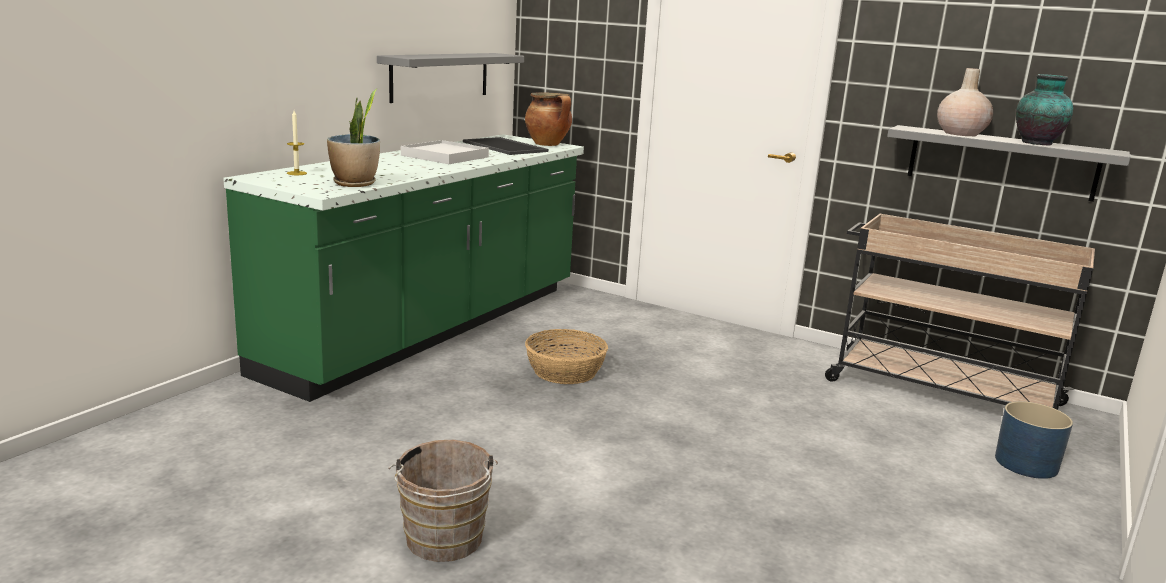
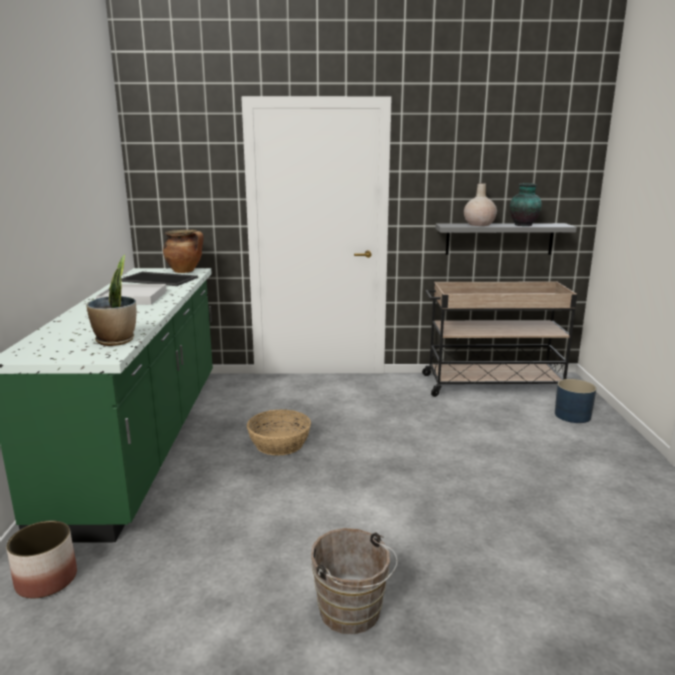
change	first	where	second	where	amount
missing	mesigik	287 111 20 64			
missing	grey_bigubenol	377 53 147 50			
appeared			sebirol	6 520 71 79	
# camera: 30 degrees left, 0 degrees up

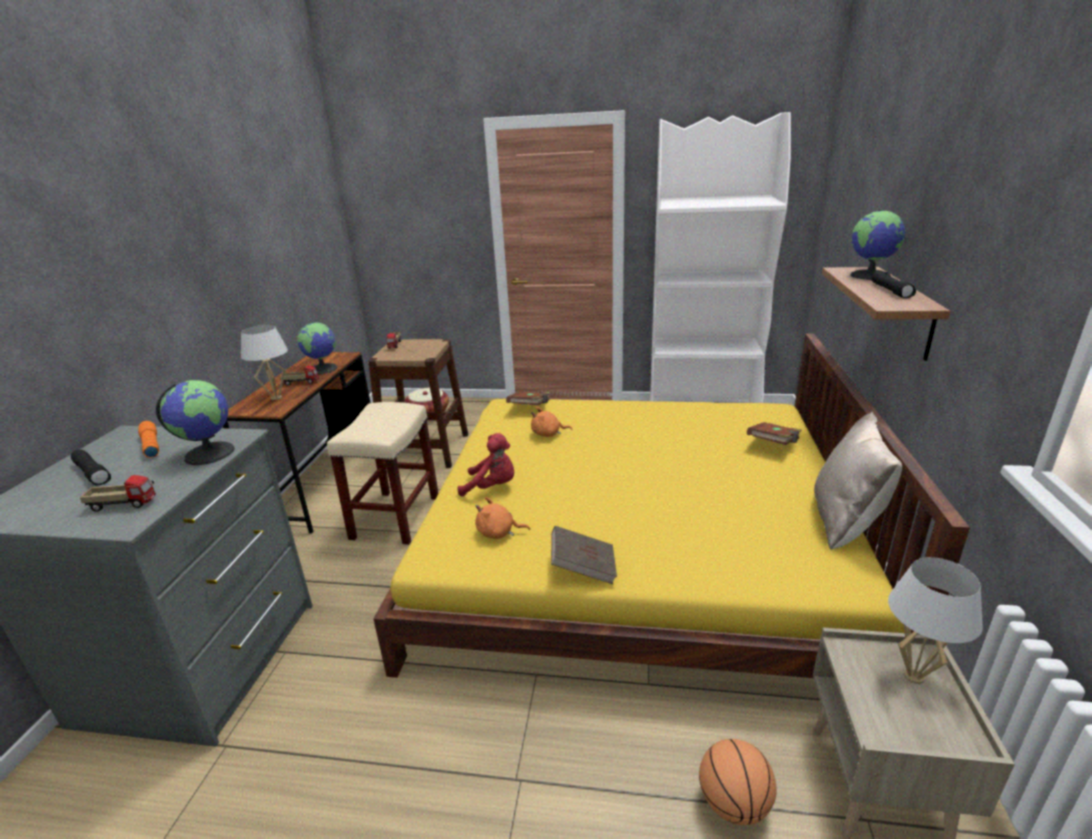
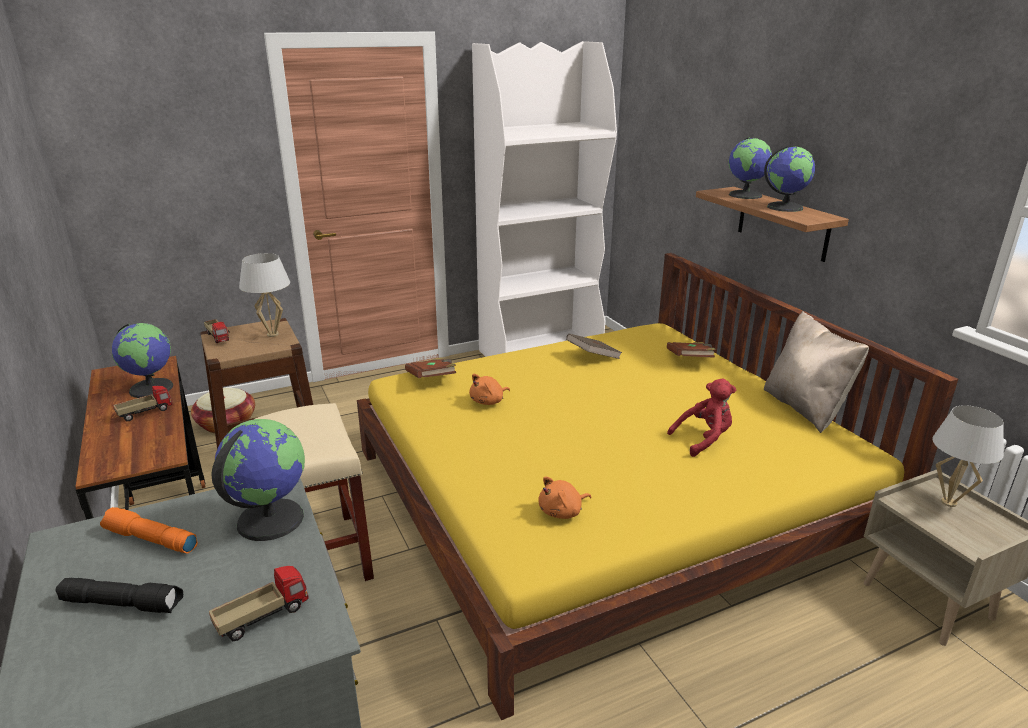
change	first	where	second	where	amount
relocated	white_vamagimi	241 325 47 75		239 253 51 84	
relocated	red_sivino	457 433 57 63		667 379 69 78	
relocated	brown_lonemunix	551 526 66 58		566 334 56 25	
missing	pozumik	699 739 78 86			
exchanged	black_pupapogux	871 272 45 26	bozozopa	764 146 51 66	
# camera: 35 degrees left, 0 degrees up

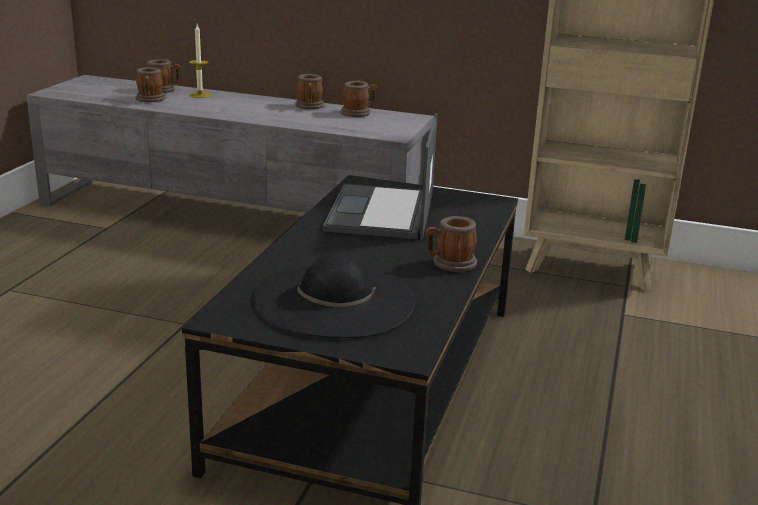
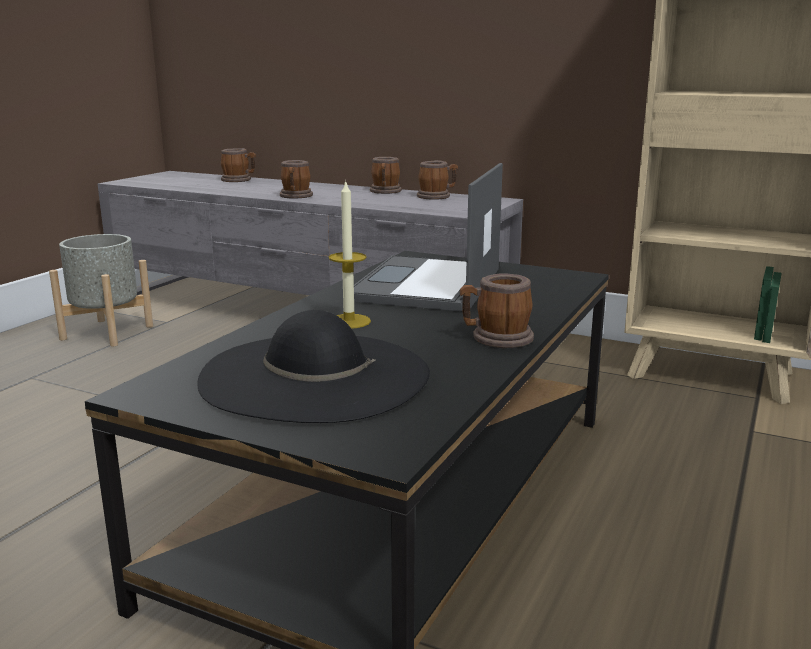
change	first	where	second	where	amount
relocated	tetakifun	136 67 29 35		280 160 33 38	
relocated	mesigik	189 25 22 73		329 180 42 149	
appeared			grey_sebirol	49 234 104 113	
# camera: 10 degrees right, 5 degrees down

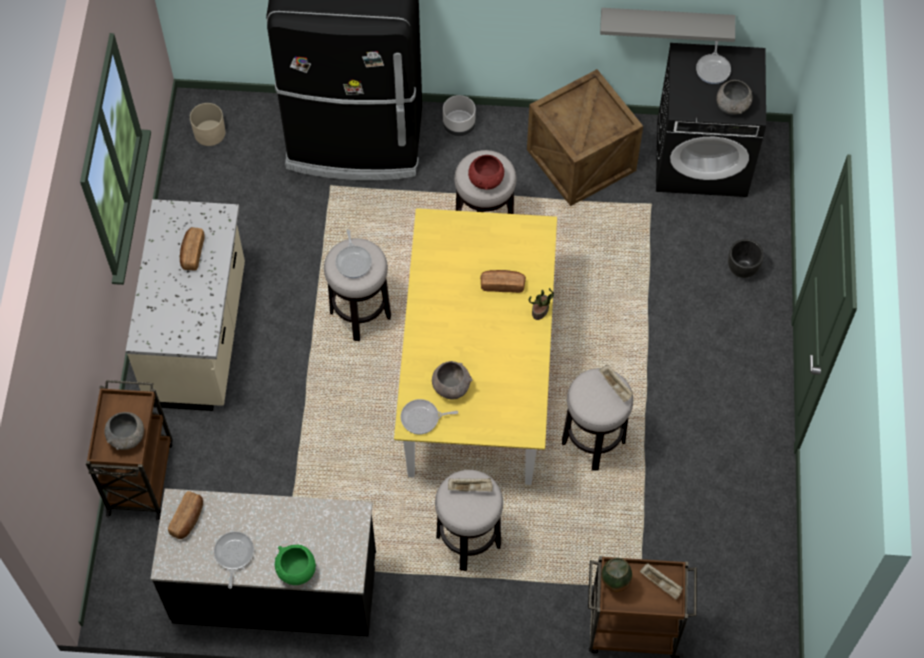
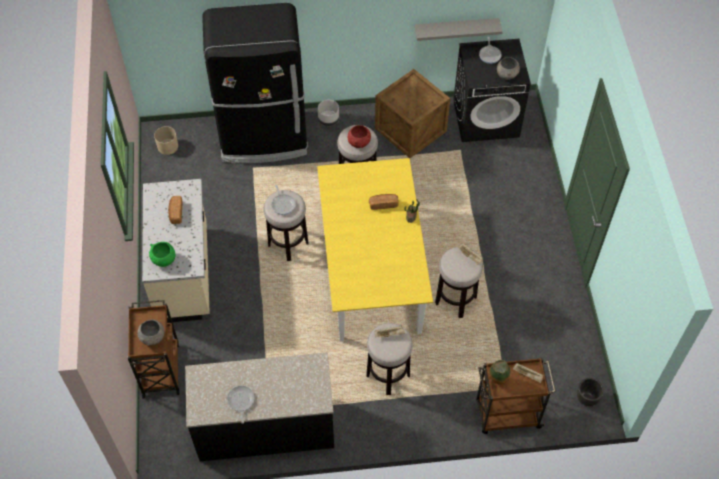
change	first	where	second	where	amount
missing	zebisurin	168 491 35 48			
relocated	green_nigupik	275 545 41 40		149 242 26 25	
missing	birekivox	401 399 57 35			
missing	grey_nigupik	432 361 40 39			
relocated	black_sebirol	728 239 36 39		577 378 27 28	
# camera: 10 degrees left, 5 degrees down

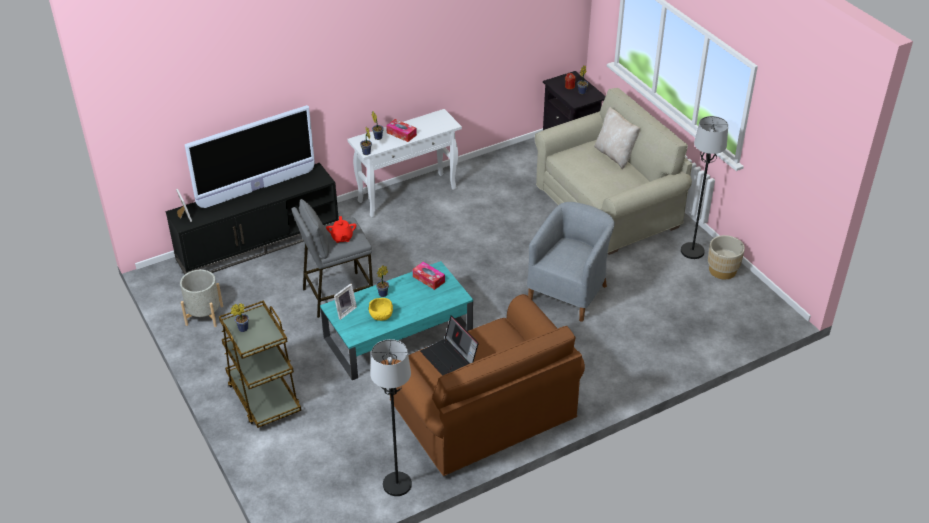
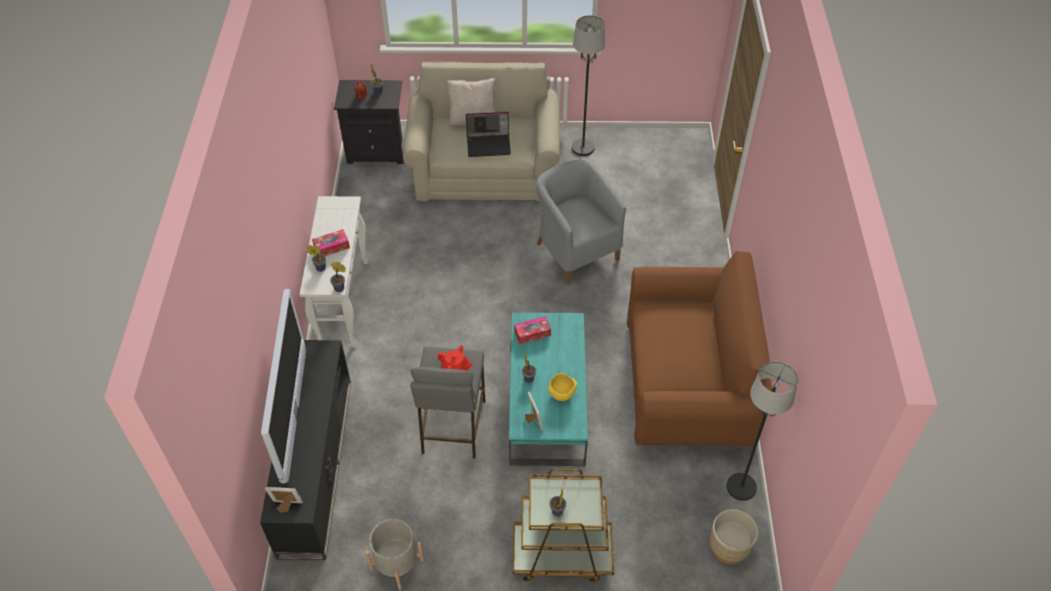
change	first	where	second	where	amount
relocated	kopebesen	420 315 59 61		466 112 45 45	
relocated	beige_sebirol	708 235 37 44		710 509 48 55	
# camera: 60 degrees left, 10 degrees up

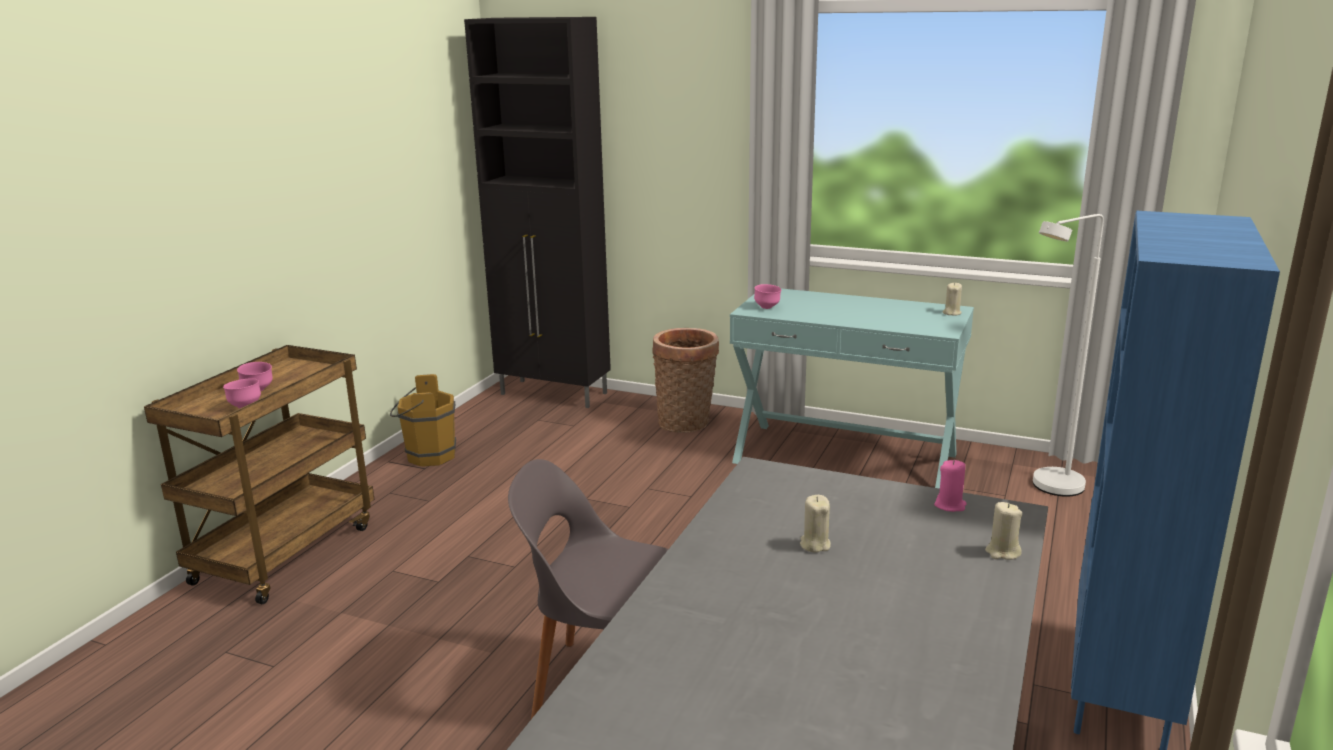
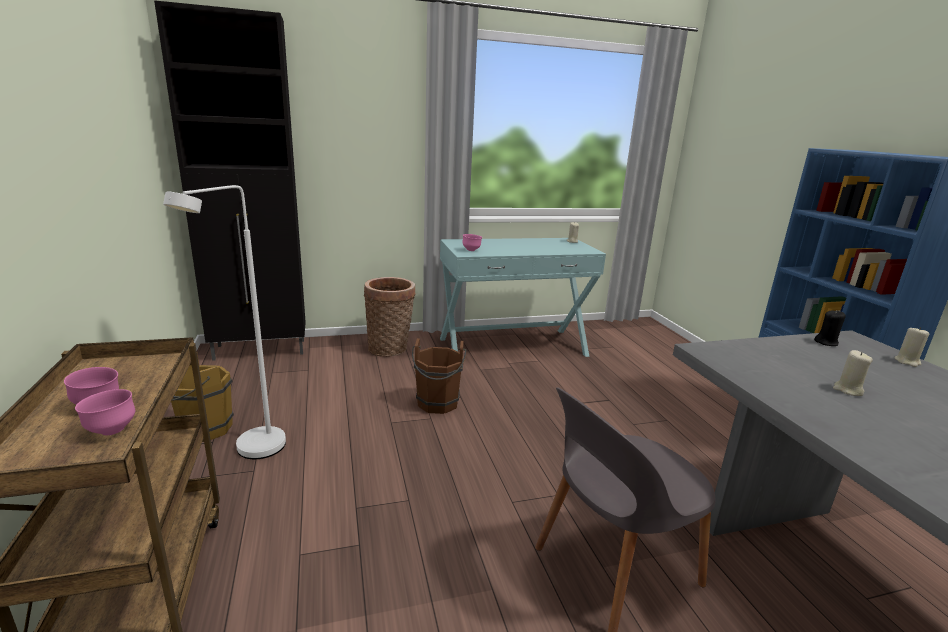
change	first	where	second	where	amount
colour	pink_mesigik	934 460 33 52	black_mesigik	814 310 32 36	
relocated	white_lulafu	1033 214 71 283		163 185 123 274	
appeared			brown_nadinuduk	412 338 54 76	
# camera: 40 degrees left, 0 degrees up

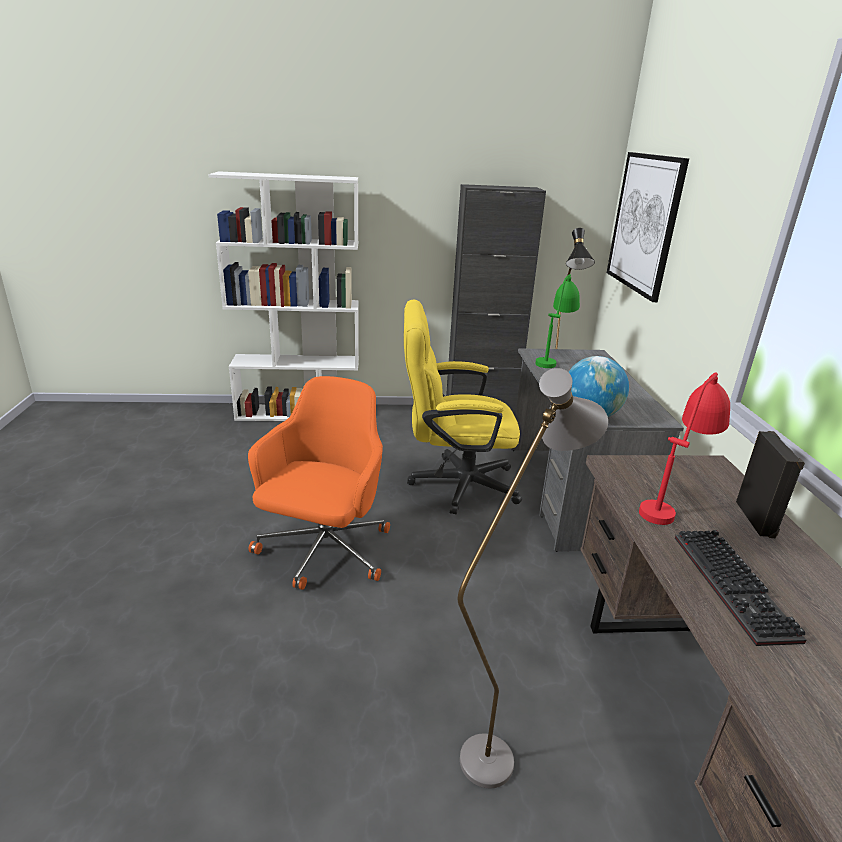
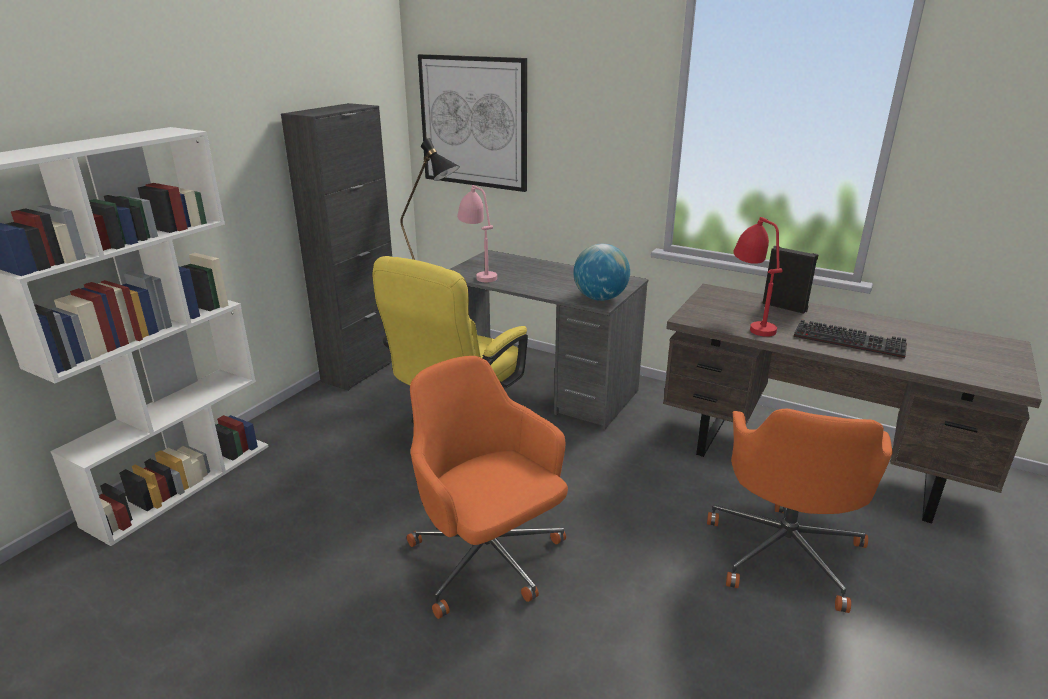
change	first	where	second	where	amount
exchanged	grey_lulafu	458 368 150 421	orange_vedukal	707 409 186 204	
colour	green_vamagimi	535 274 45 94	pink_vamagimi	457 185 40 97	
# camera: 55 degrees left, 0 degrees up

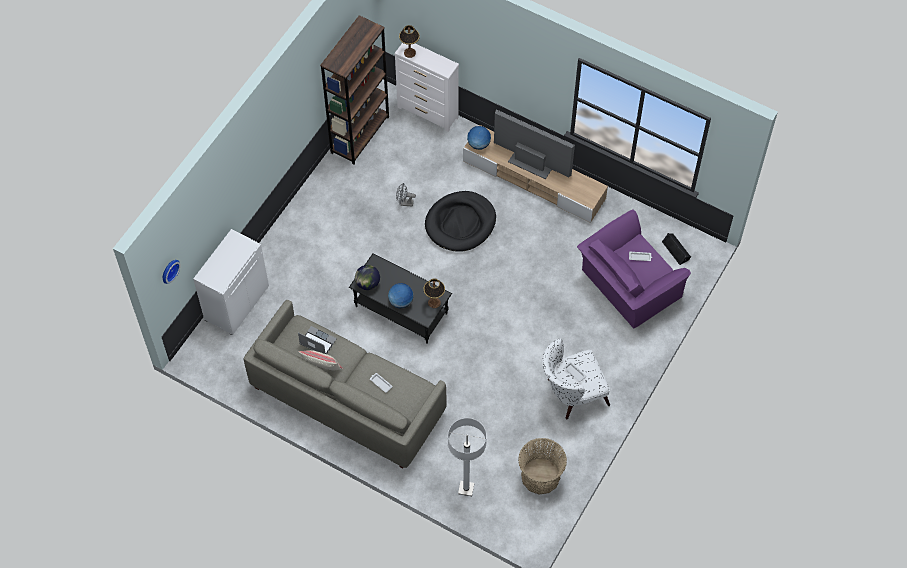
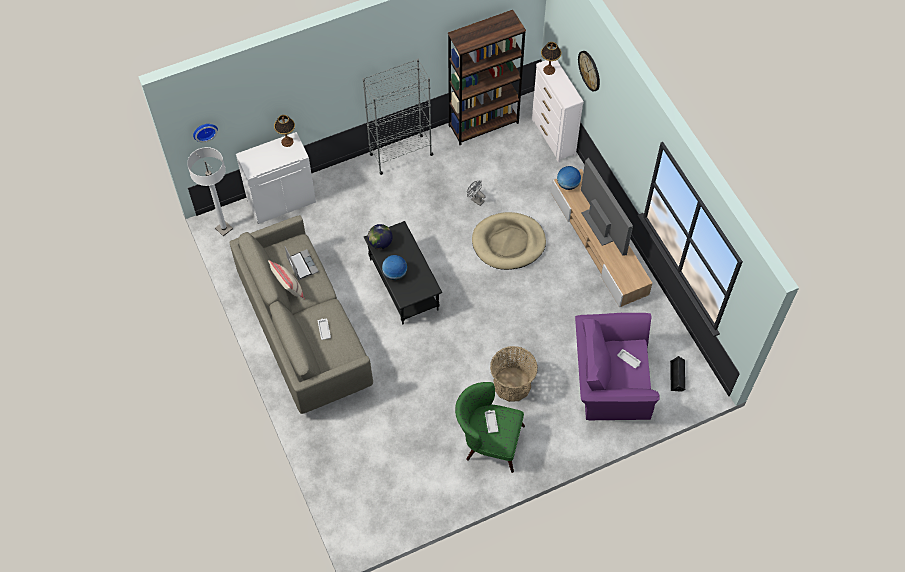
change	first	where	second	where	amount
relocated	vamagimi	424 278 21 30		274 115 21 32	
colour	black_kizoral	425 191 71 60	beige_kizoral	472 212 74 58	
relocated	white_lulafu	448 418 39 78		187 147 46 89	
relocated	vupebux	518 438 49 56		490 346 48 56	
colour	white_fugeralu	542 338 68 81	green_fugeralu	455 382 70 91	
appeared			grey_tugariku	363 58 70 117	
appeared			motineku	578 51 22 40	
# camera: 35 degrees right, 0 degrees up

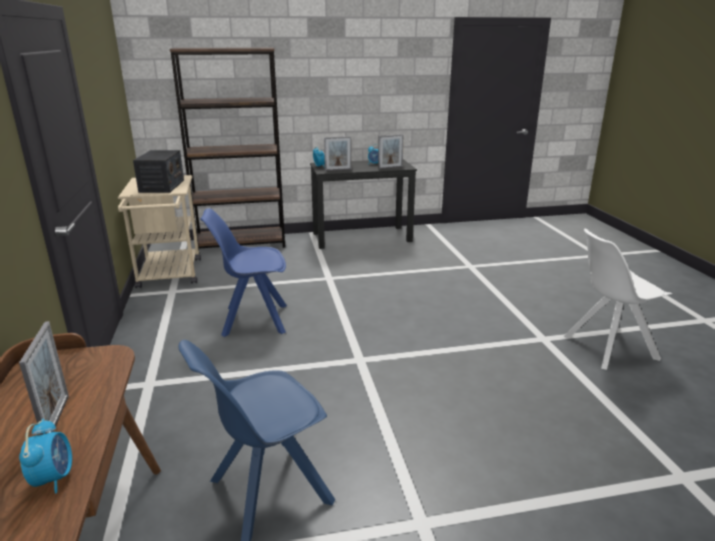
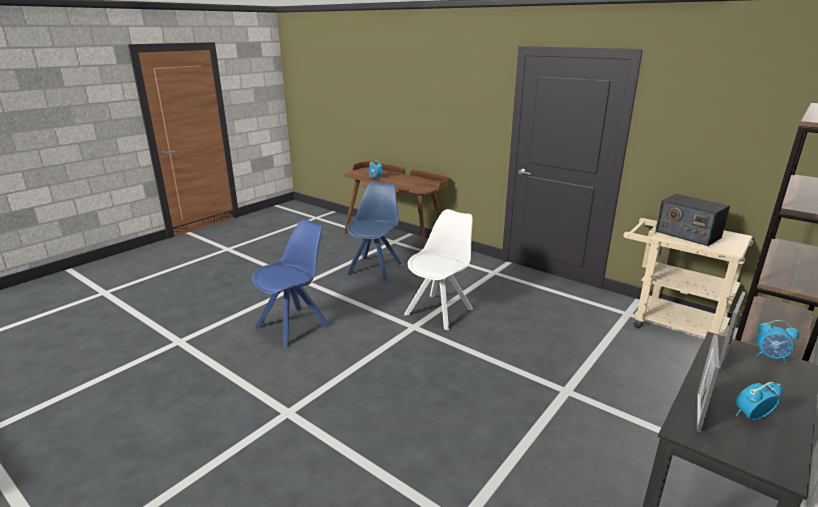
change	first	where	second	where	amount
missing	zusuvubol	19 321 50 114			
relocated	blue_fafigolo	200 208 87 129		252 219 78 128	
relocated	white_fafigolo	563 229 109 141		404 209 69 121	
# camera: 140 degrees right, 0 degrees up

